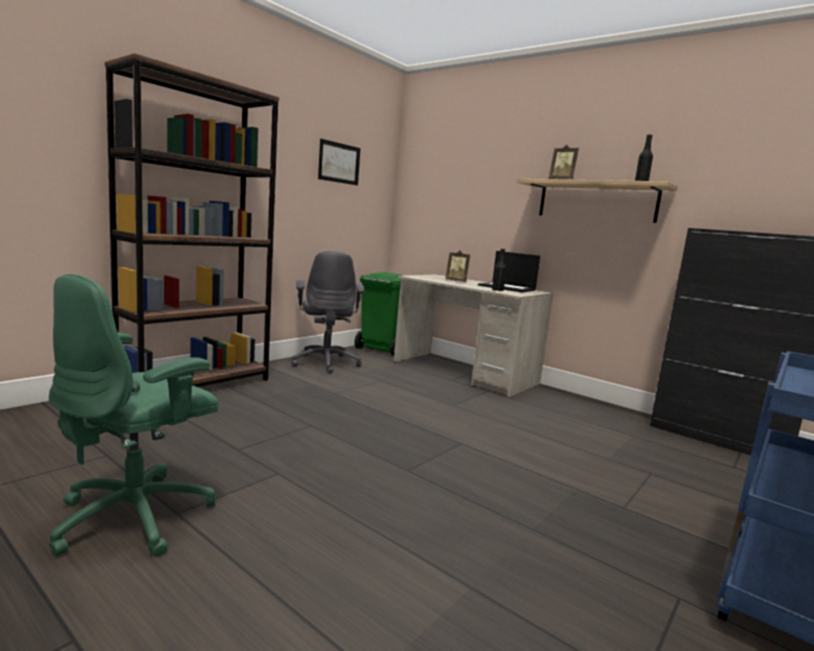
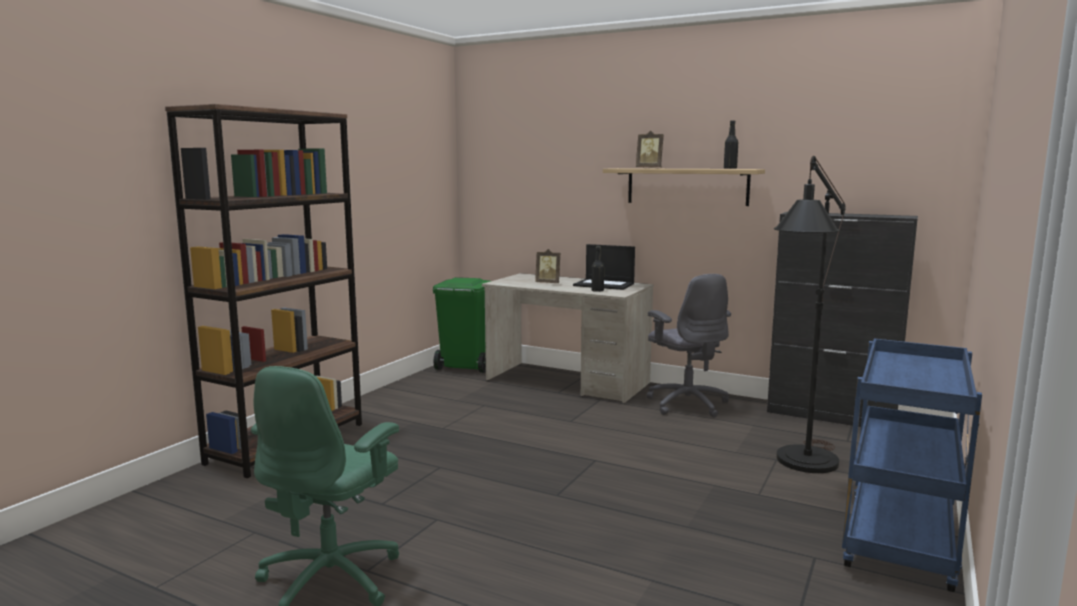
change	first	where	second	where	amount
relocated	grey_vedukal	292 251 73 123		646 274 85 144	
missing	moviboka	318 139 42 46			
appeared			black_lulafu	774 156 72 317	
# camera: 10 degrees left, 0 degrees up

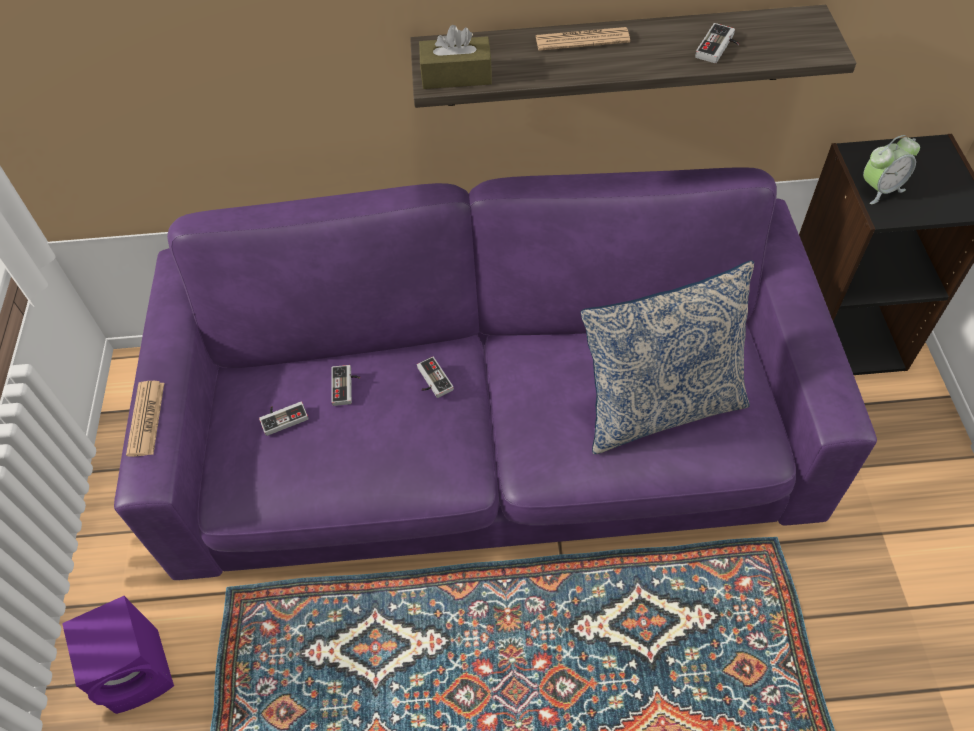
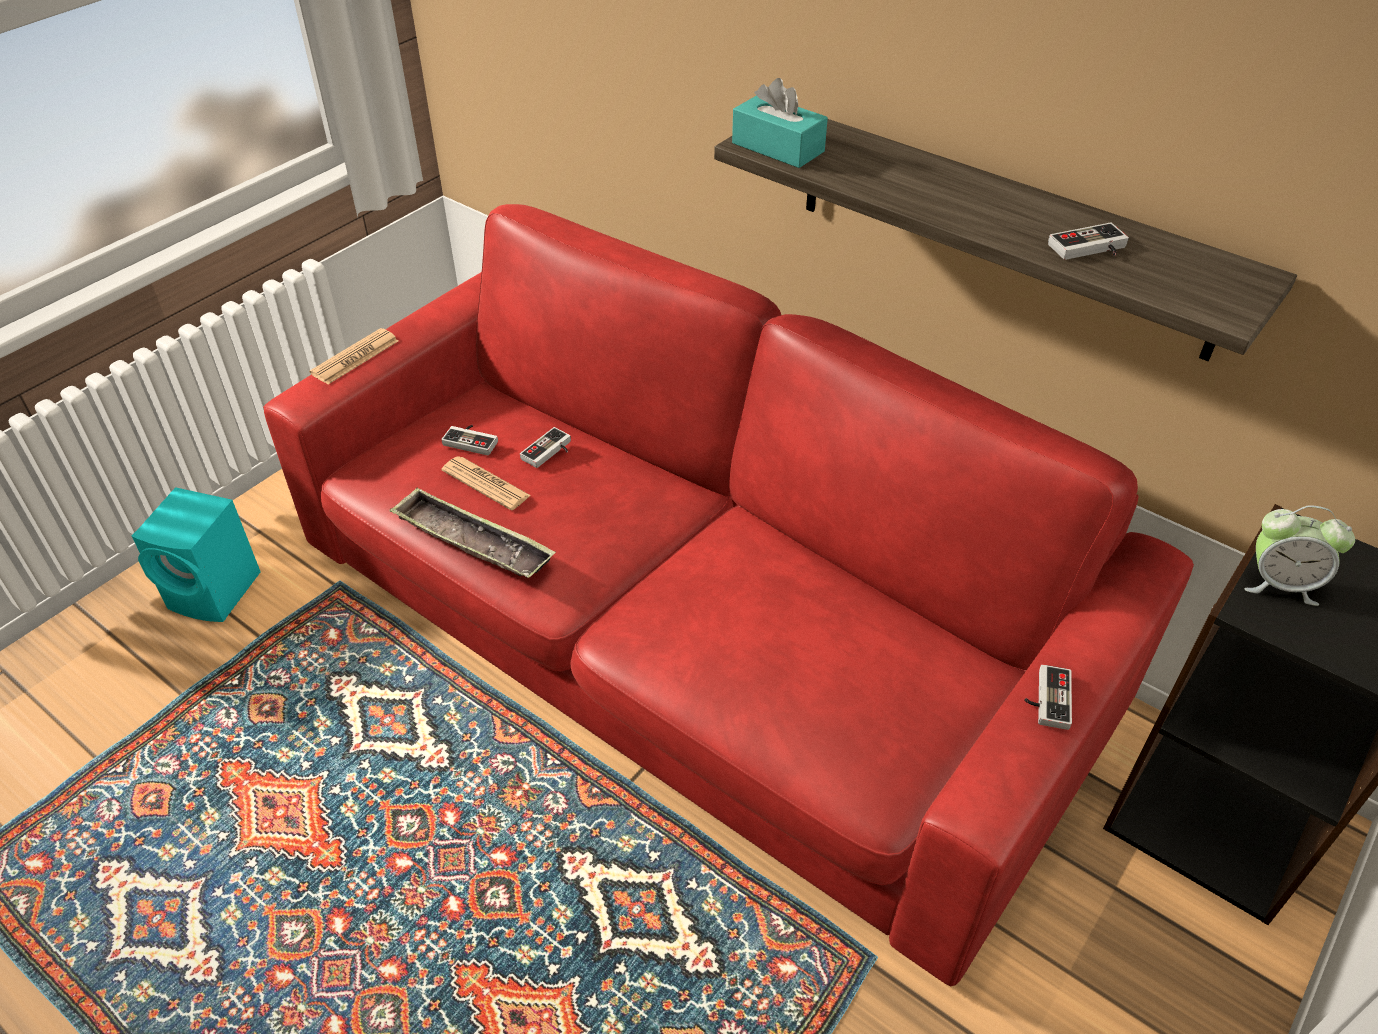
change	first	where	second	where	amount
colour	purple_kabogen	62 596 112 118	turquoise_kabogen	132 487 129 135	
colour	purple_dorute	114 167 763 413	red_dorute	263 204 931 782	
relocated	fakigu	417 357 37 41		1024 664 48 66	
colour	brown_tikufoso	419 25 73 64	turquoise_tikufoso	732 78 96 90	
relocated	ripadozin	536 27 94 24		441 456 90 54	
missing	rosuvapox	581 260 173 195			
appeared			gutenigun	389 487 167 91	
# camera: 40 degrees right, 10 degrees down

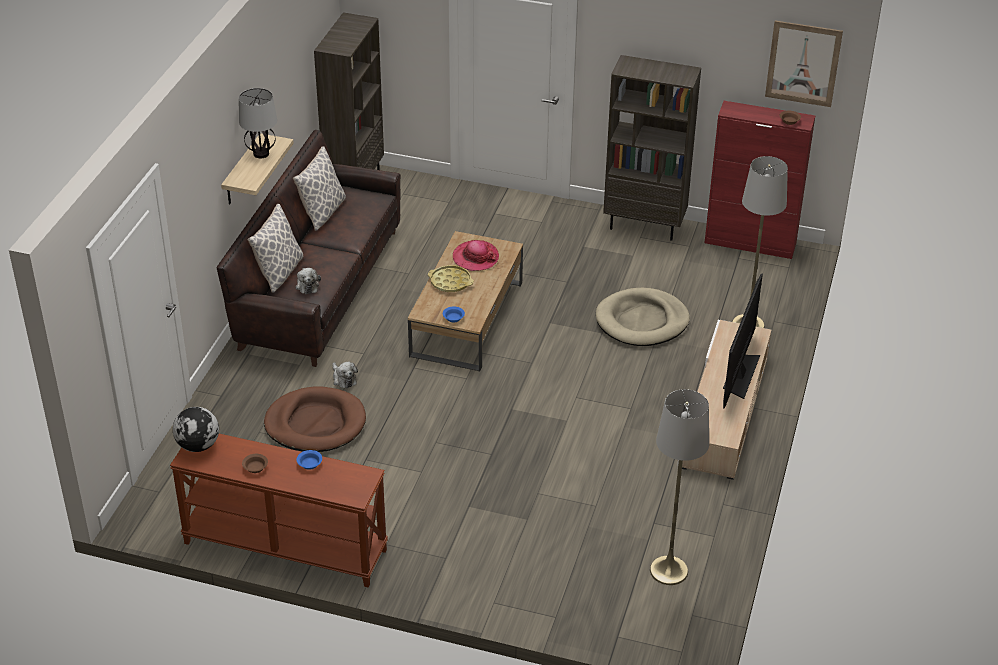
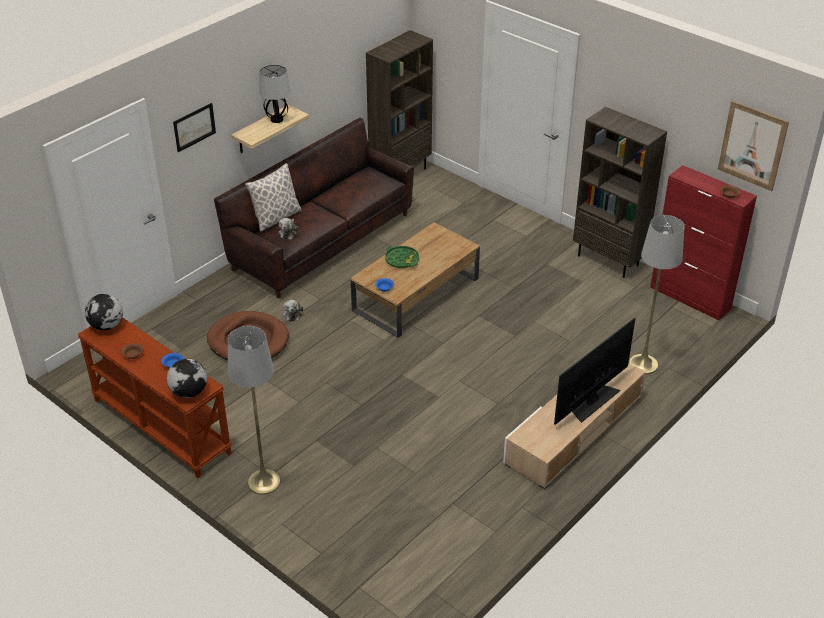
change	first	where	second	where	amount
missing	rosuvapox	293 146 53 85			
colour	yellow_gutenigun	428 265 46 27	green_gutenigun	385 246 34 22	
missing	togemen	453 240 46 31			
missing	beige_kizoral	596 288 94 58			
relocated	grey_lulafu	650 389 59 196		228 326 52 169	
appeared			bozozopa	167 359 40 39	
appeared			moviboka	173 103 43 49	
# camera: 25 degrees right, 0 degrees up

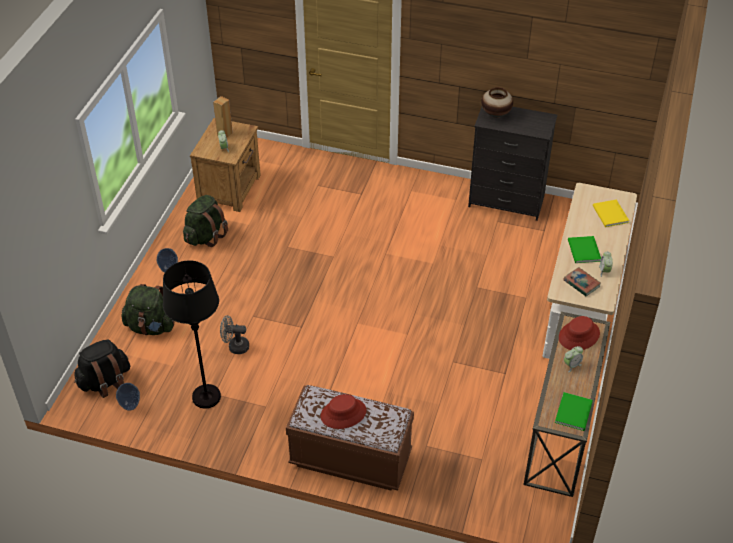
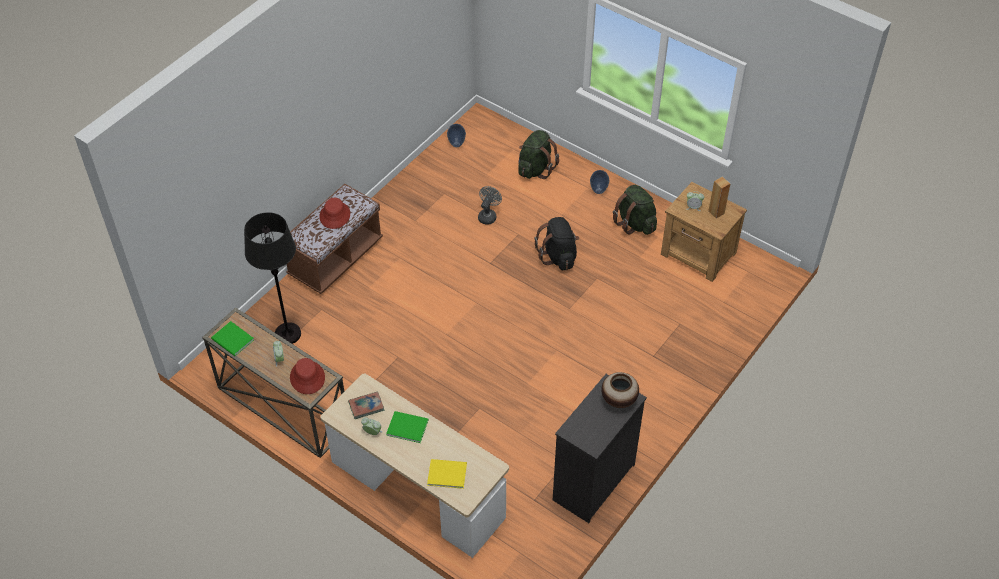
change	first	where	second	where	amount
relocated	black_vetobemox	74 339 56 59		535 217 44 53	
relocated	black_lulafu	163 260 58 149		244 212 57 132	
# camera: 110 degrees right, 5 degrees up

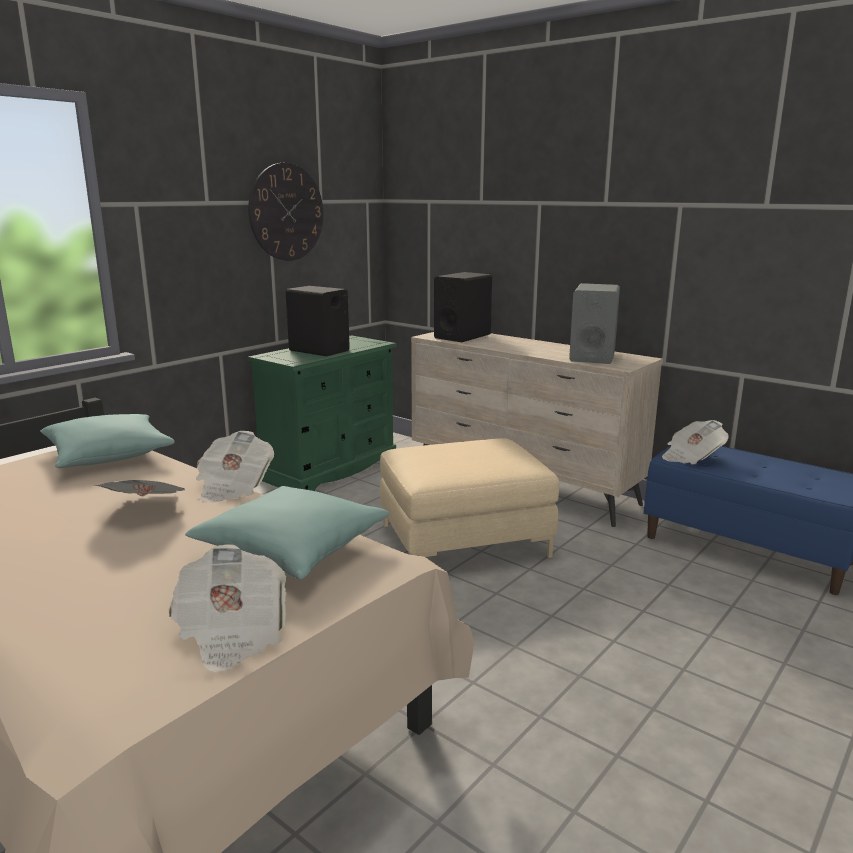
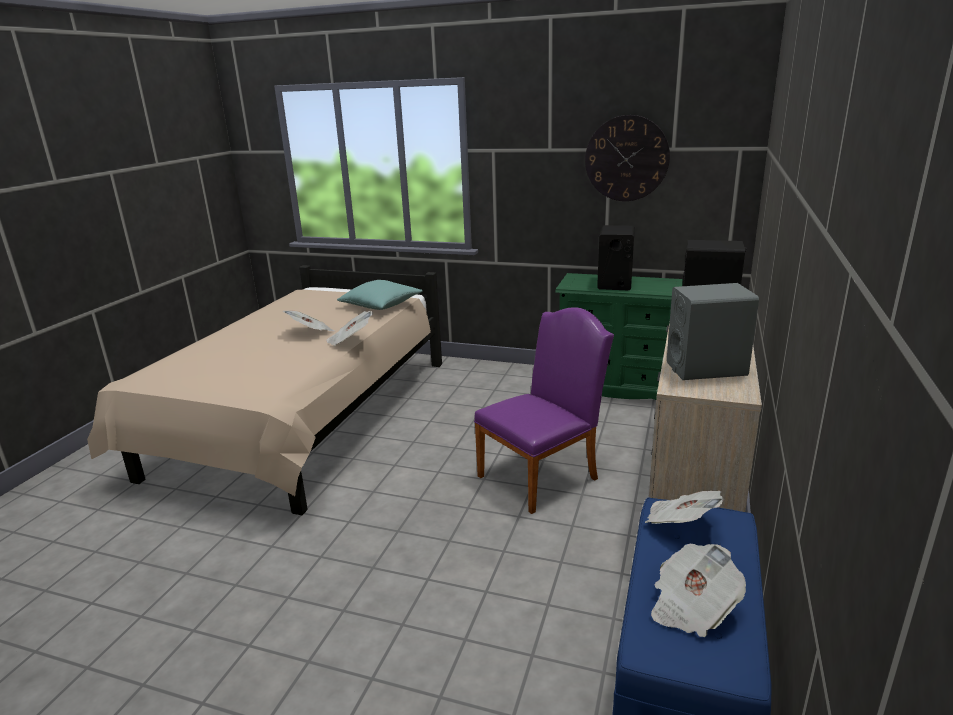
change	first	where	second	where	amount
relocated	ripadozin	168 544 118 128		651 543 95 94	
missing	turquoise_rosuvapox	185 486 204 94			
exchanged	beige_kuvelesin	380 438 179 120	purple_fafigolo	474 307 140 207	
# camera: 70 degrees right, 5 degrees up

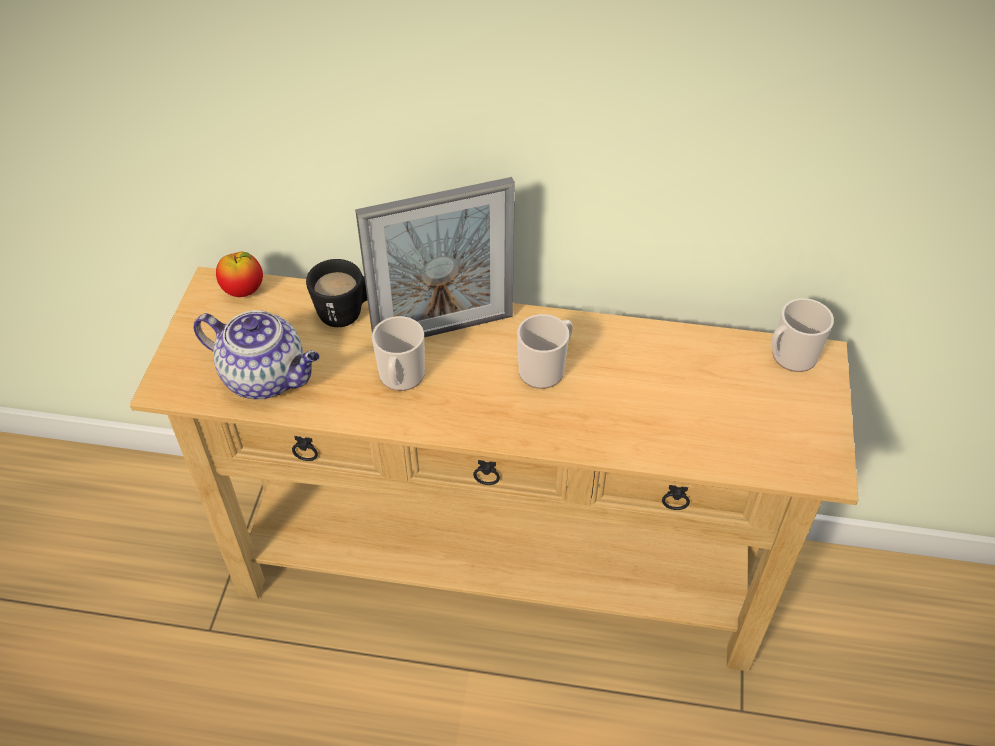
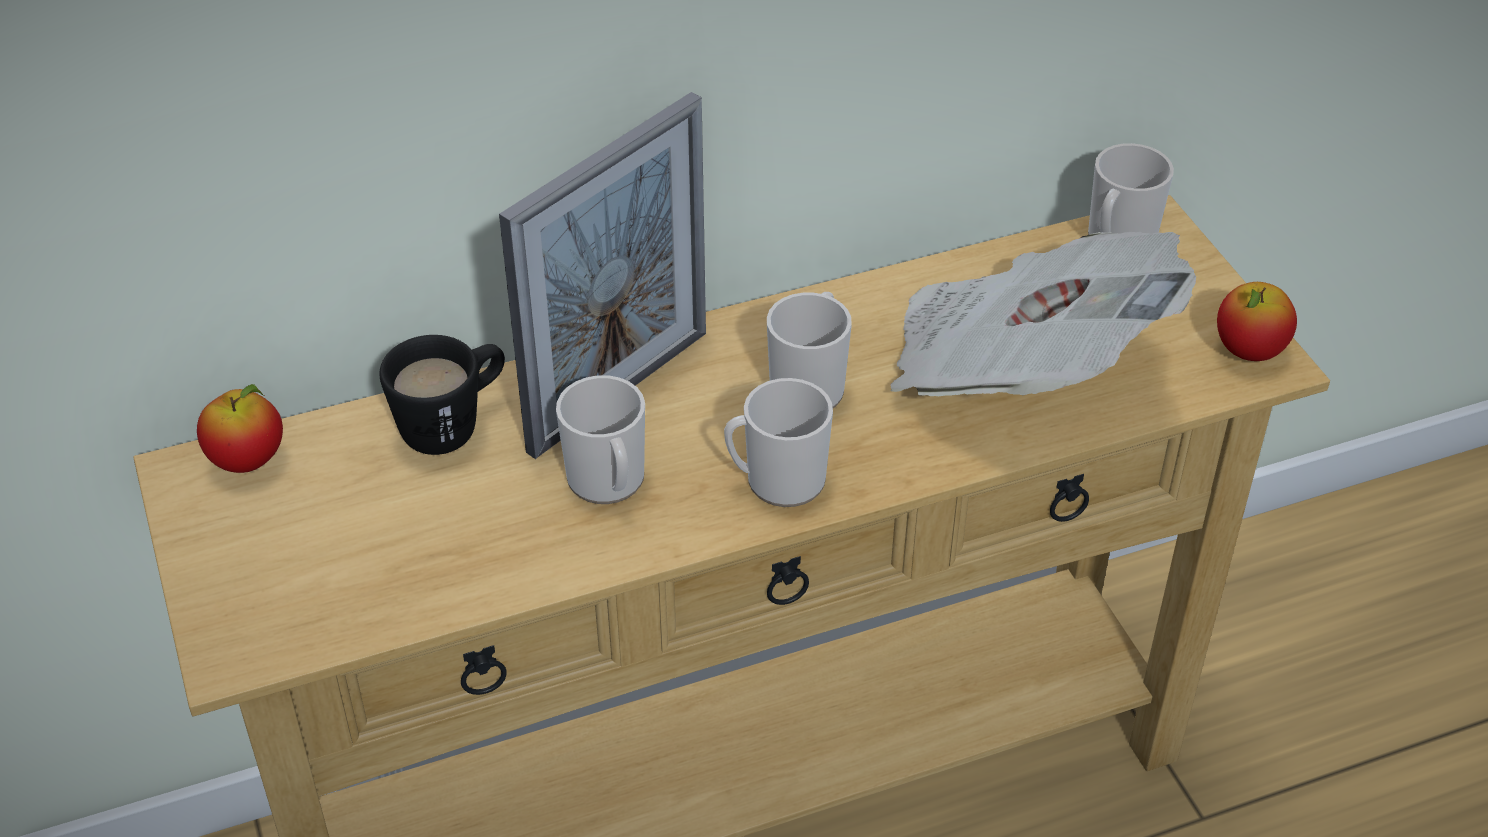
change	first	where	second	where	amount
missing	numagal	193 310 127 89			
appeared			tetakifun	724 378 109 129	
appeared			ripadozin	891 232 305 164	
appeared			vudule	1217 282 80 79	
# camera: 30 degrees left, 5 degrees down

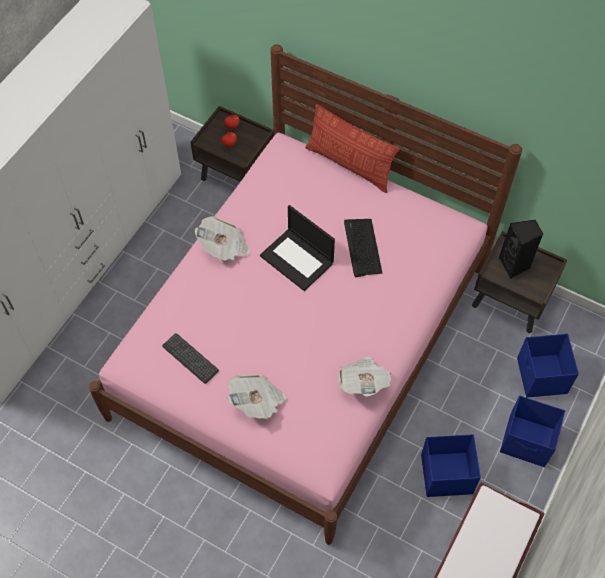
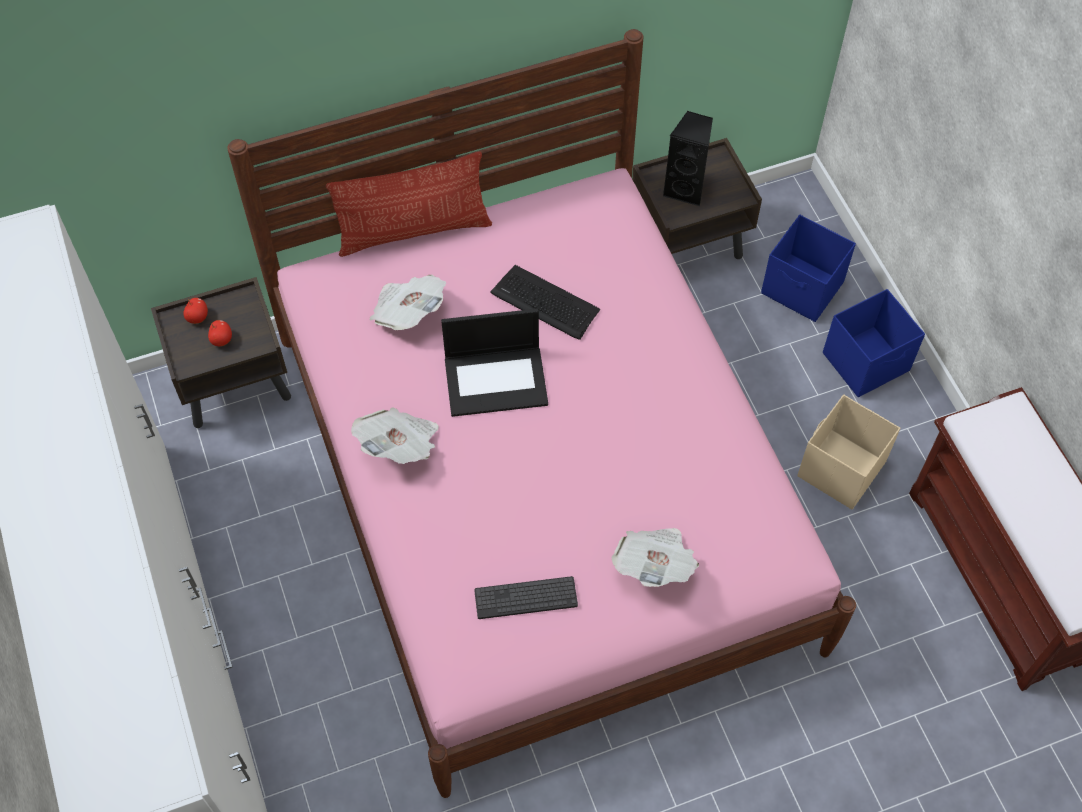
change	first	where	second	where	amount
relocated	ripadozin	338 356 54 41		369 275 77 55	
colour	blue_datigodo	421 434 60 63	beige_datigodo	797 395 103 115	
# camera: 50 degrees left, 0 degrees up

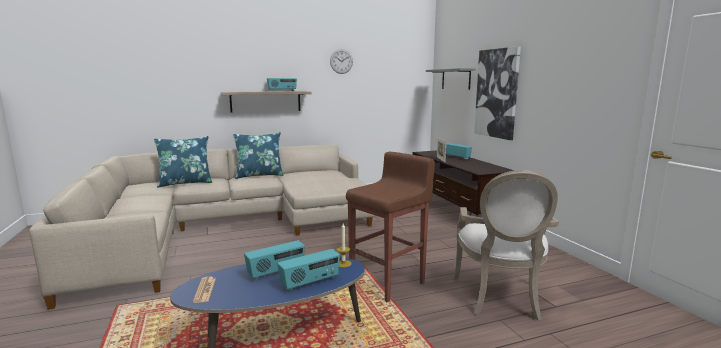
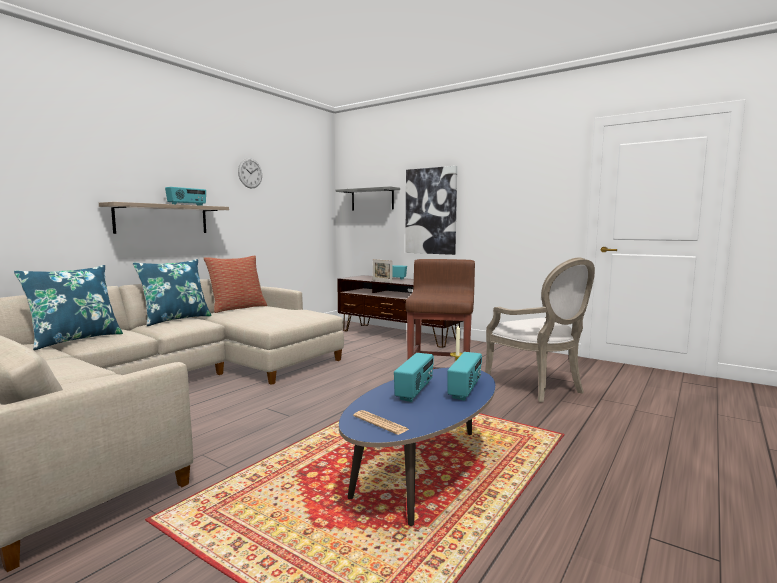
change	first	where	second	where	amount
appeared			rosuvapox	203 255 64 58	
# camera: 35 degrees left, 5 degrees down

